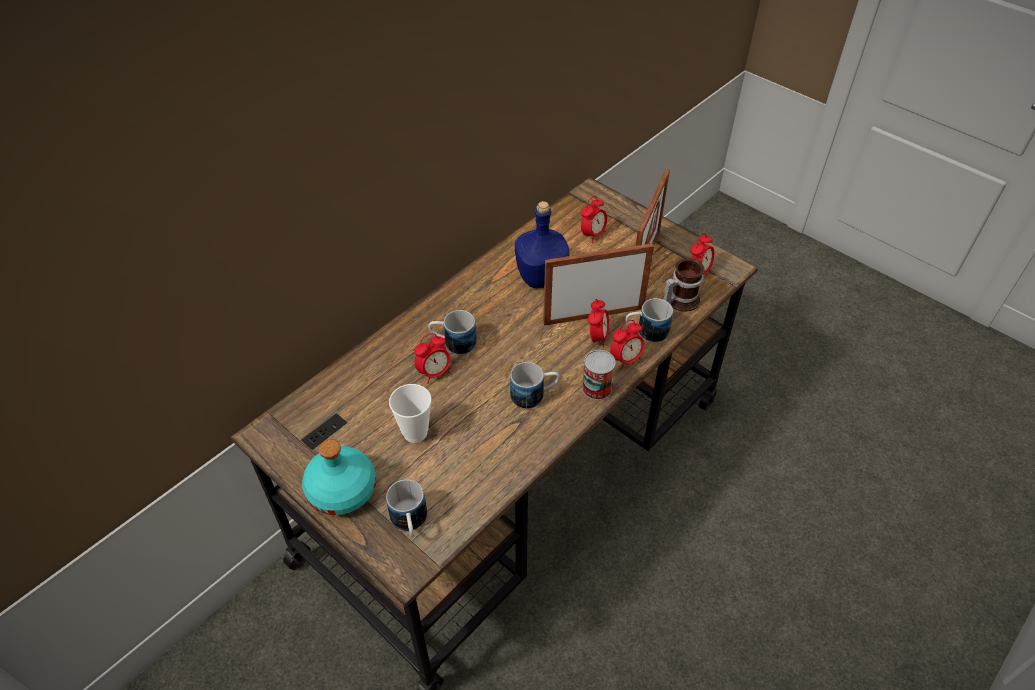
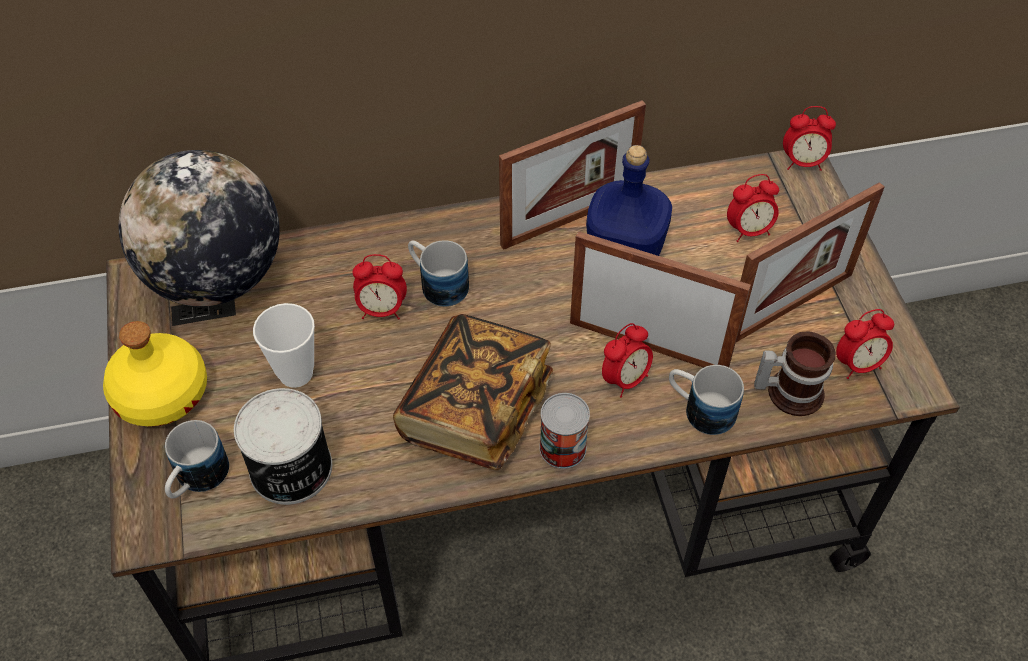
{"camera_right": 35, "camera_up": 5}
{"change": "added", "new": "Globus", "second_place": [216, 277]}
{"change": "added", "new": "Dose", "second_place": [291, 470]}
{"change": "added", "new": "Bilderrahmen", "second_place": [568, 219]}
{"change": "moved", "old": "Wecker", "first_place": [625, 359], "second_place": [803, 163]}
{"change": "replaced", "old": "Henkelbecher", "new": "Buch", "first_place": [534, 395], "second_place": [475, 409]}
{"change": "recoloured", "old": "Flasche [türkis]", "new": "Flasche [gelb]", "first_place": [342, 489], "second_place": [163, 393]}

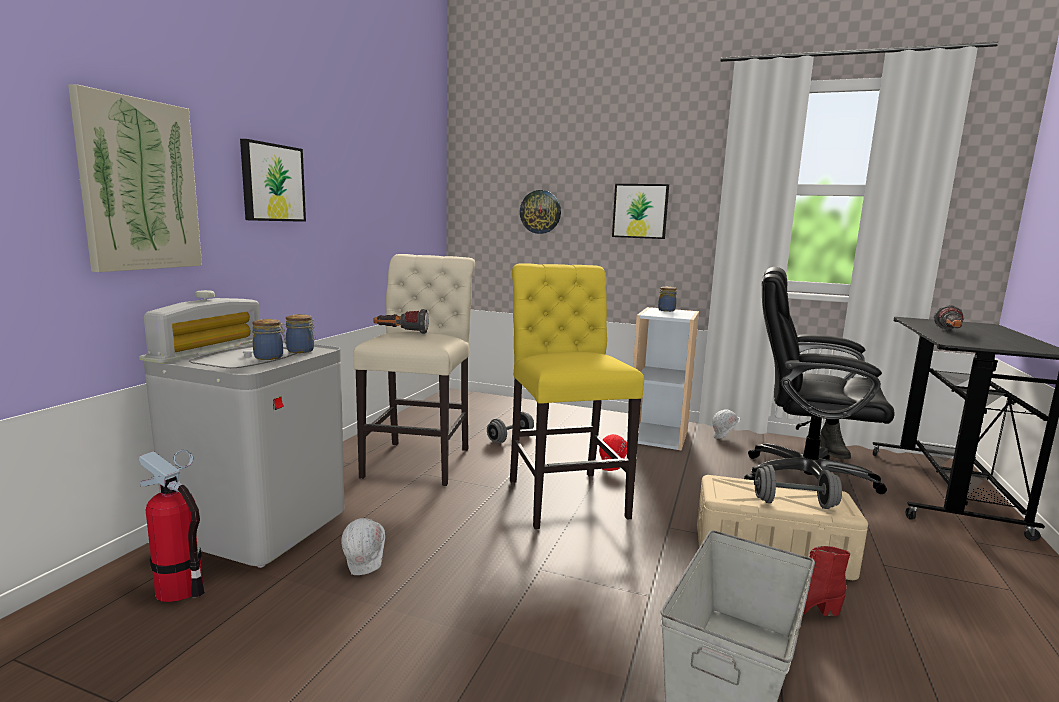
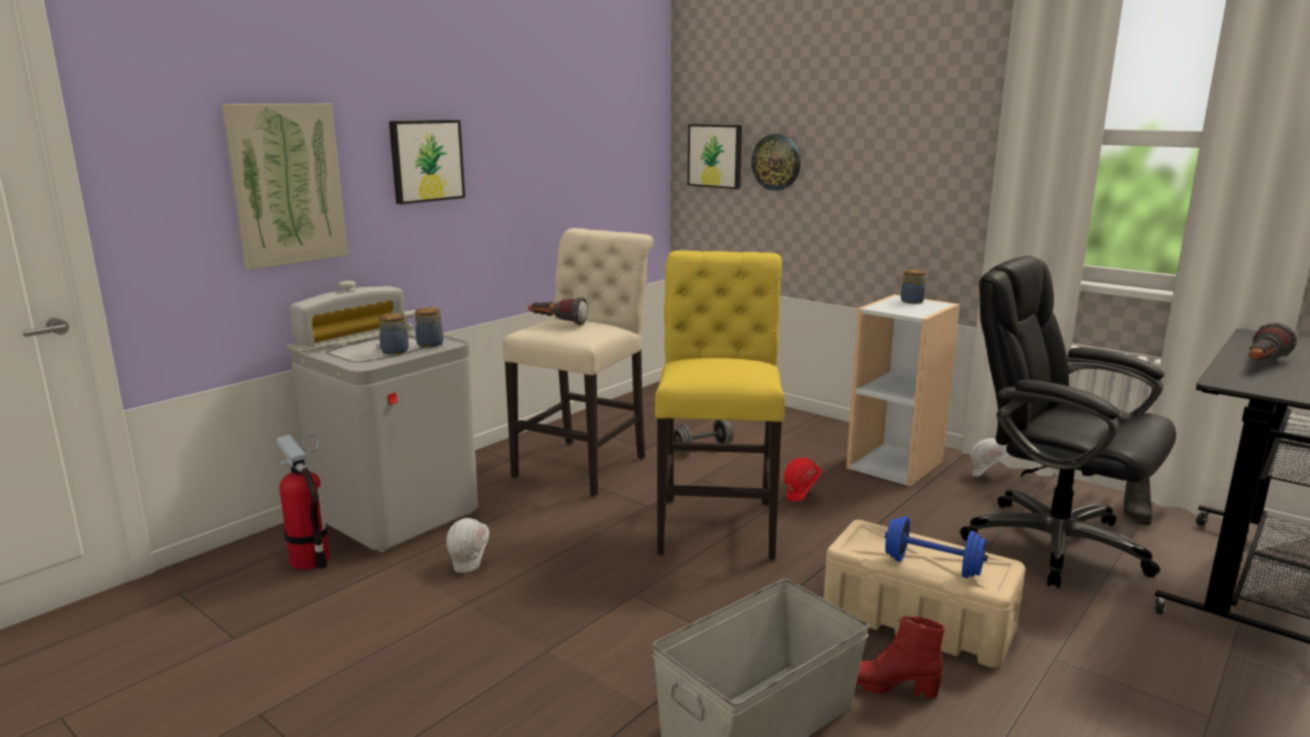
{"camera_right": 20, "camera_up": 5}
{"change": "moved", "old": "Bild", "first_place": [640, 211], "second_place": [716, 156]}
{"change": "recoloured", "old": "Hantel [grau]", "new": "Hantel [blau]", "first_place": [794, 504], "second_place": [932, 566]}

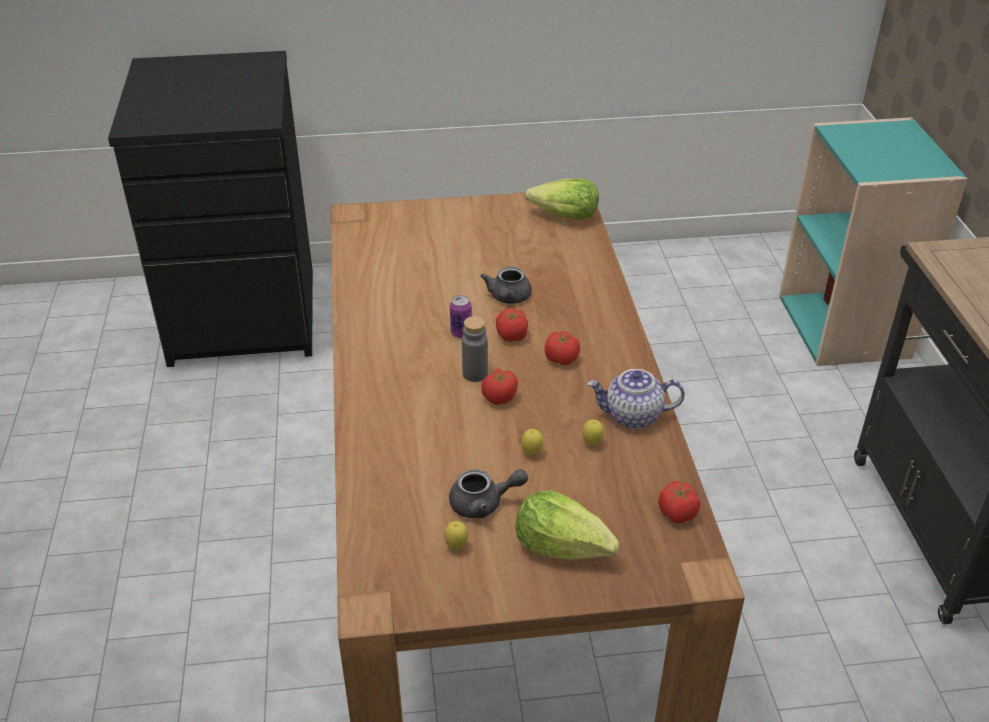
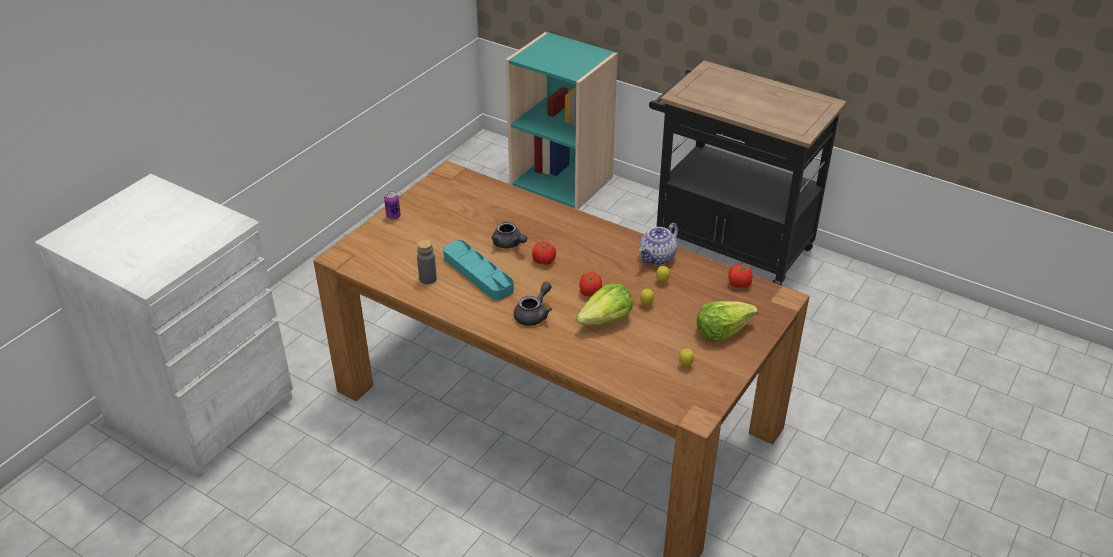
{"camera_right": -50, "camera_up": 0}
{"change": "removed", "old": "Tomate", "first_place": [561, 359]}
{"change": "added", "new": "Tablett [türkis]", "second_place": [478, 274]}
{"change": "moved", "old": "Teekanne [grau]", "first_place": [484, 504], "second_place": [534, 314]}
{"change": "moved", "old": "Dose", "first_place": [461, 333], "second_place": [393, 216]}
{"change": "moved", "old": "Flasche [grau]", "first_place": [475, 374], "second_place": [428, 279]}
{"change": "moved", "old": "Salatkopf", "first_place": [564, 216], "second_place": [606, 320]}
{"change": "recoloured", "old": "Kommode [schwarz]", "new": "Kommode [weiß]", "first_place": [245, 317], "second_place": [202, 409]}

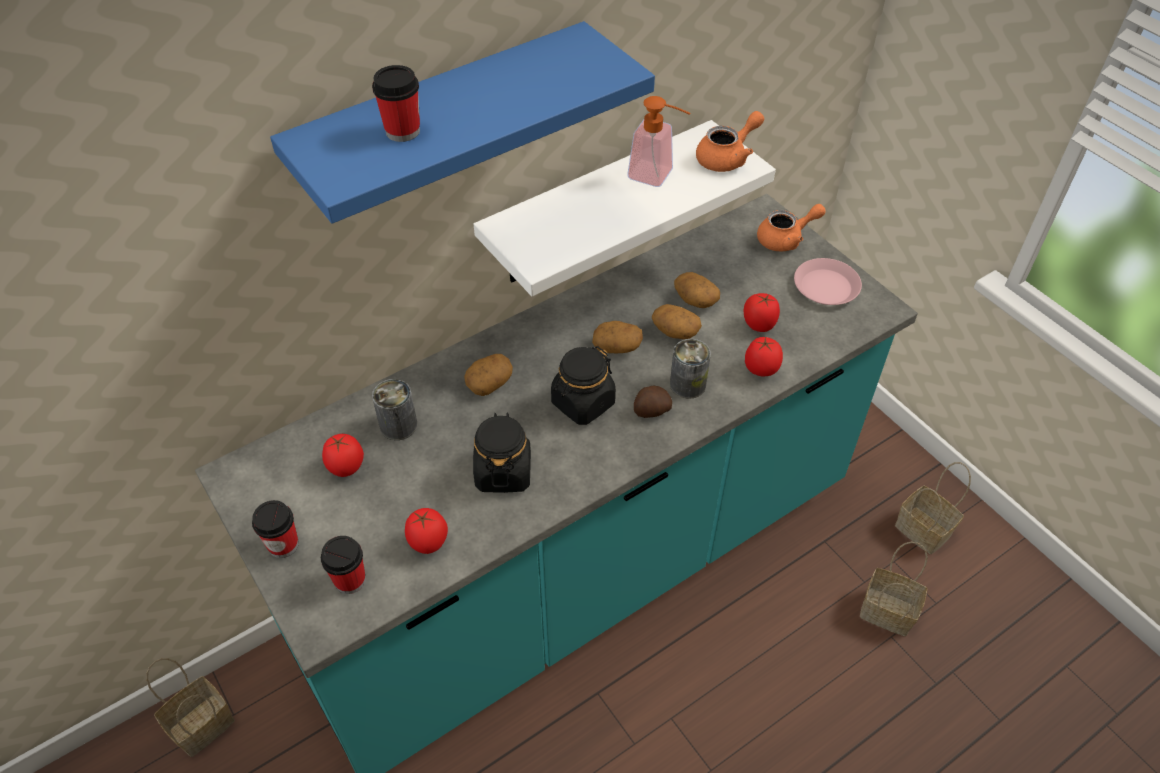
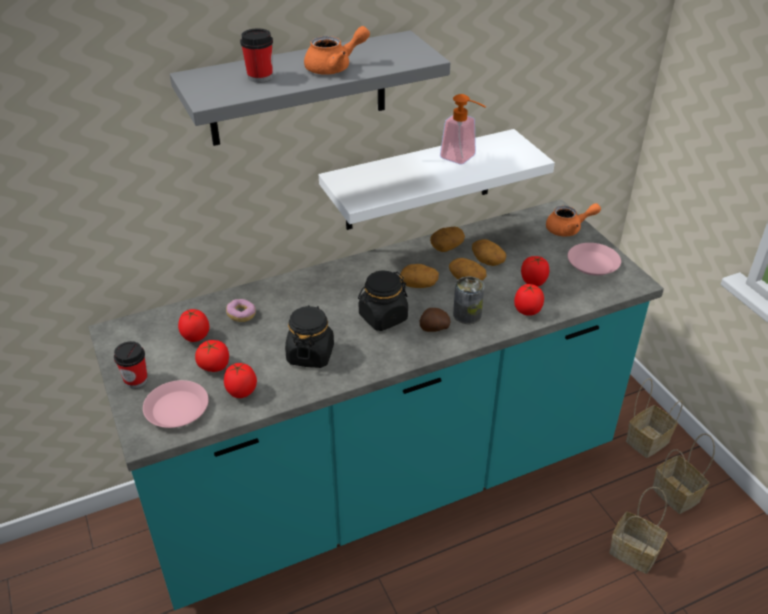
{"camera_right": 10, "camera_up": -10}
{"change": "added", "new": "Tomate", "second_place": [214, 366]}
{"change": "moved", "old": "Korb", "first_place": [203, 723], "second_place": [647, 440]}
{"change": "moved", "old": "Kartoffel", "first_place": [489, 383], "second_place": [447, 246]}
{"change": "moved", "old": "Teekanne [orange]", "first_place": [727, 158], "second_place": [335, 67]}
{"change": "replaced", "old": "Tasse", "new": "Teller [rosa]", "first_place": [350, 580], "second_place": [177, 409]}
{"change": "replaced", "old": "Dose", "new": "Donut", "first_place": [398, 425], "second_place": [241, 315]}
{"change": "recoloured", "old": "Wandregal [blau]", "new": "Wandregal [grau]", "first_place": [443, 123], "second_place": [298, 89]}

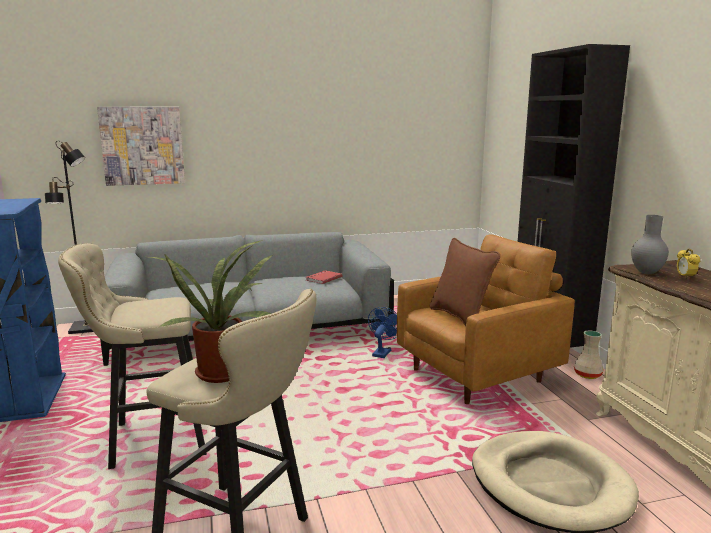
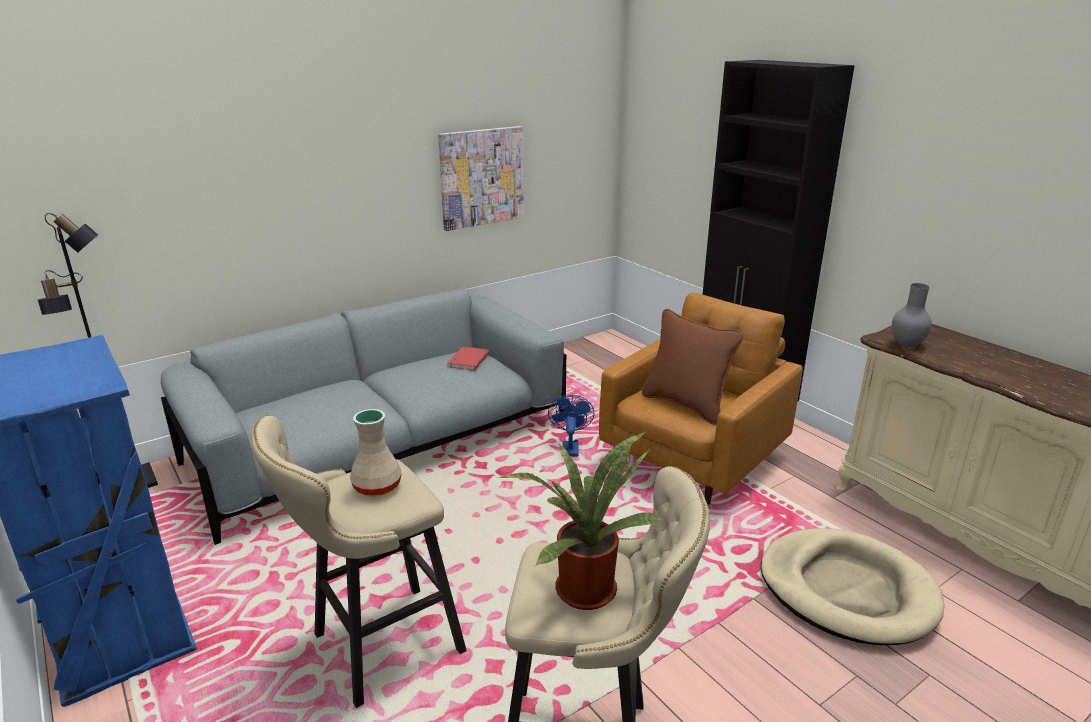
{"camera_right": -20, "camera_up": 10}
{"change": "removed", "old": "Wecker", "first_place": [685, 277]}
{"change": "moved", "old": "Bild", "first_place": [142, 146], "second_place": [481, 177]}
{"change": "moved", "old": "Vase [beige]", "first_place": [588, 375], "second_place": [378, 487]}

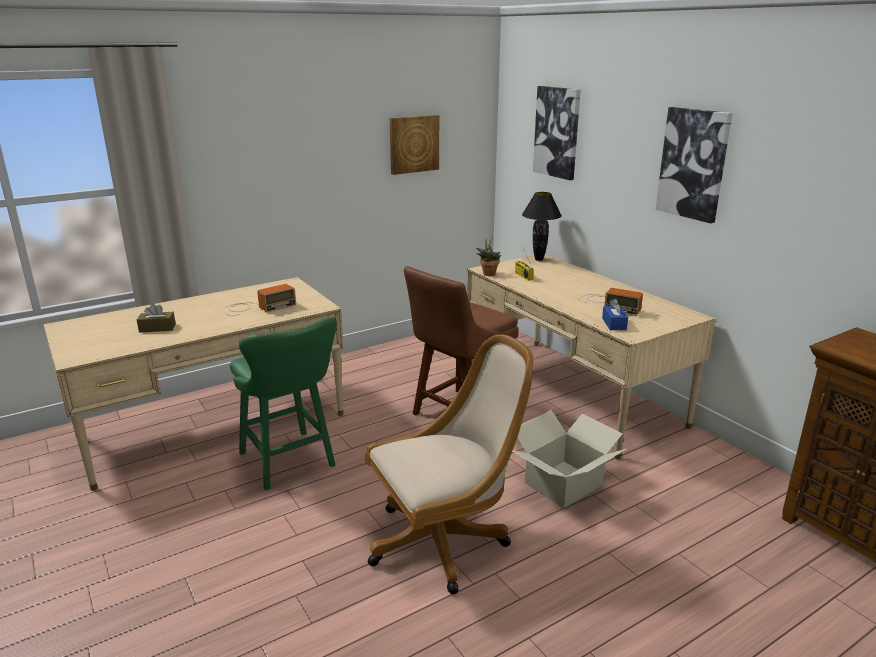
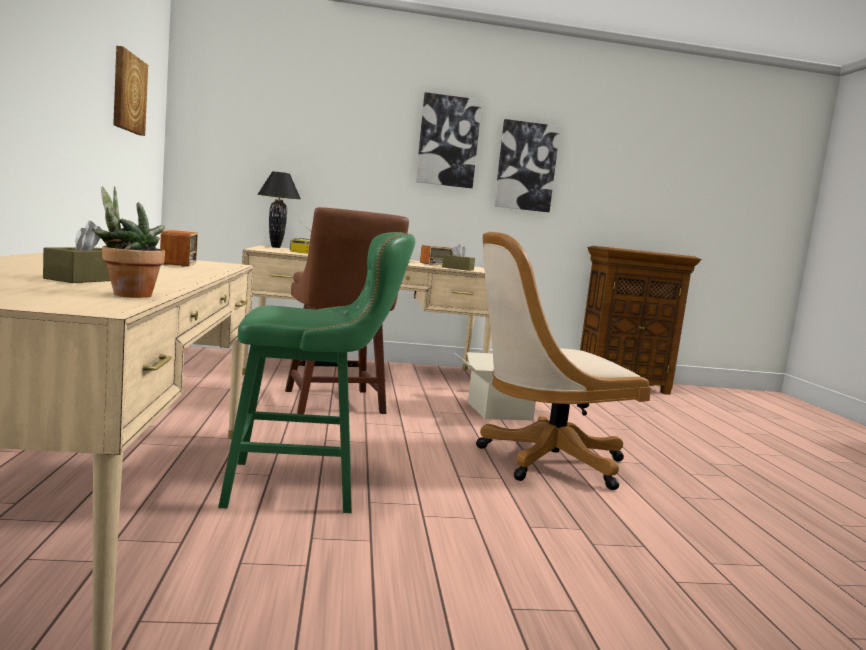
{"camera_right": -65, "camera_up": -15}
{"change": "moved", "old": "Topfpflanze", "first_place": [488, 273], "second_place": [127, 294]}
{"change": "moved", "old": "Bild", "first_place": [557, 132], "second_place": [526, 166]}
{"change": "recoloured", "old": "Taschentuchbox [blau]", "new": "Taschentuchbox [braun]", "first_place": [614, 324], "second_place": [457, 268]}
{"change": "turned", "old": "Bürostuhl", "first_place": [446, 538], "second_place": [542, 461], "degrees": -105}

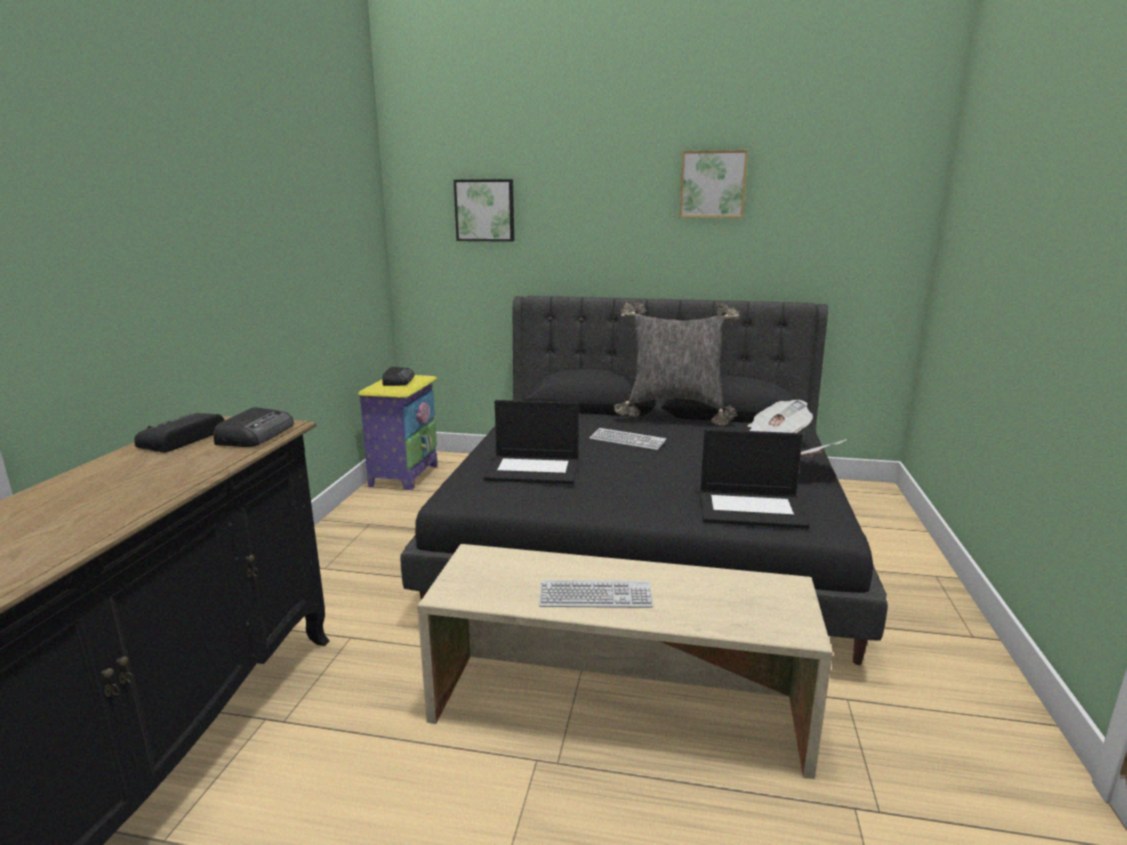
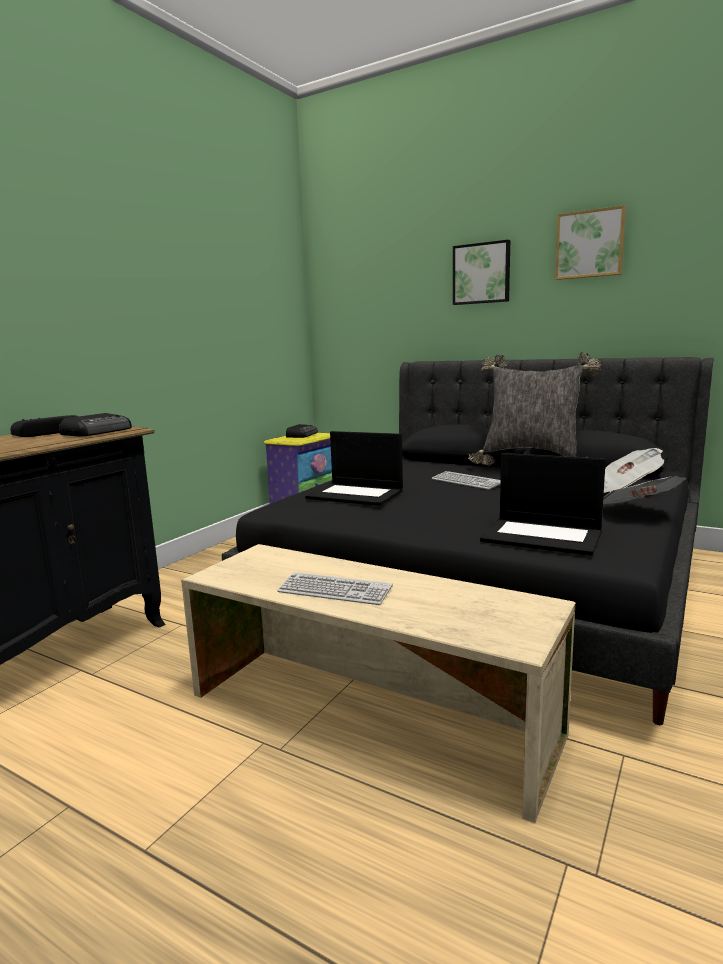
{"camera_right": 20, "camera_up": -5}
{"change": "moved", "old": "Bild", "first_place": [485, 210], "second_place": [481, 273]}

